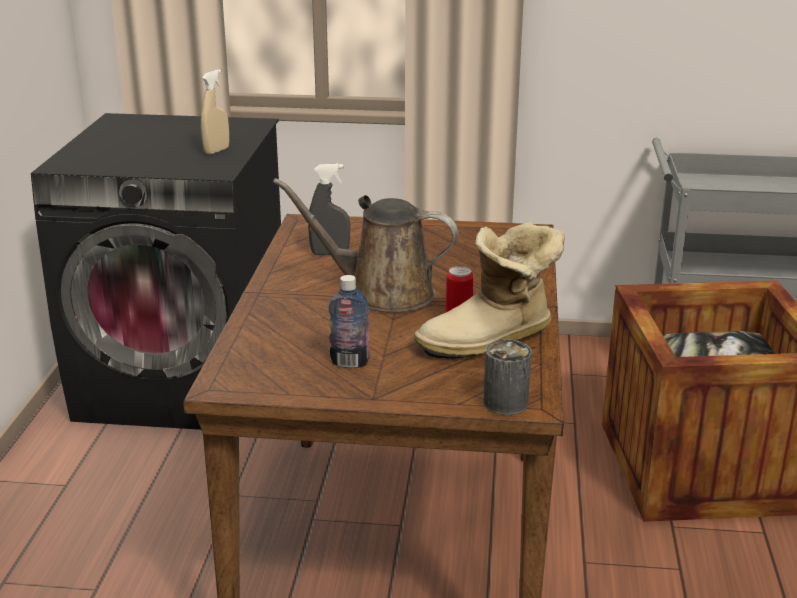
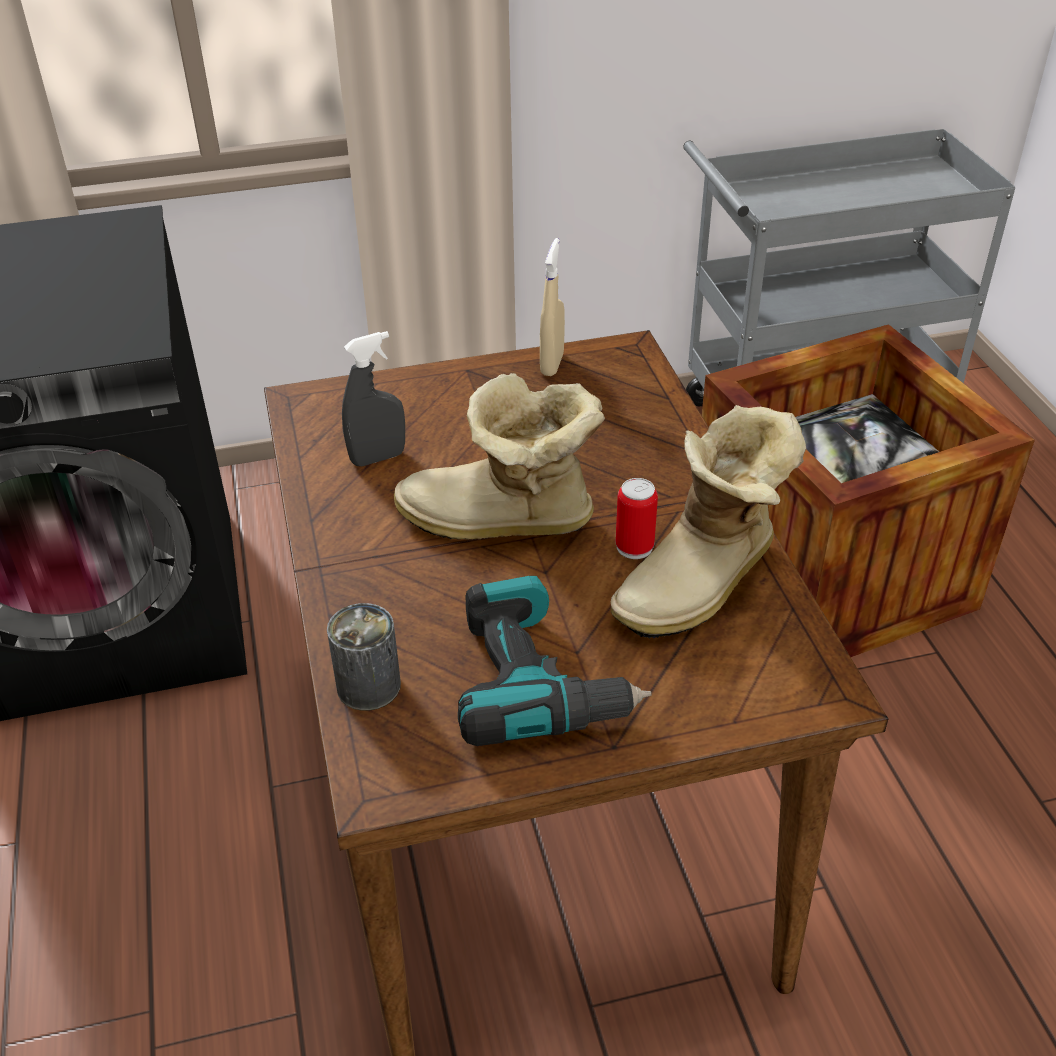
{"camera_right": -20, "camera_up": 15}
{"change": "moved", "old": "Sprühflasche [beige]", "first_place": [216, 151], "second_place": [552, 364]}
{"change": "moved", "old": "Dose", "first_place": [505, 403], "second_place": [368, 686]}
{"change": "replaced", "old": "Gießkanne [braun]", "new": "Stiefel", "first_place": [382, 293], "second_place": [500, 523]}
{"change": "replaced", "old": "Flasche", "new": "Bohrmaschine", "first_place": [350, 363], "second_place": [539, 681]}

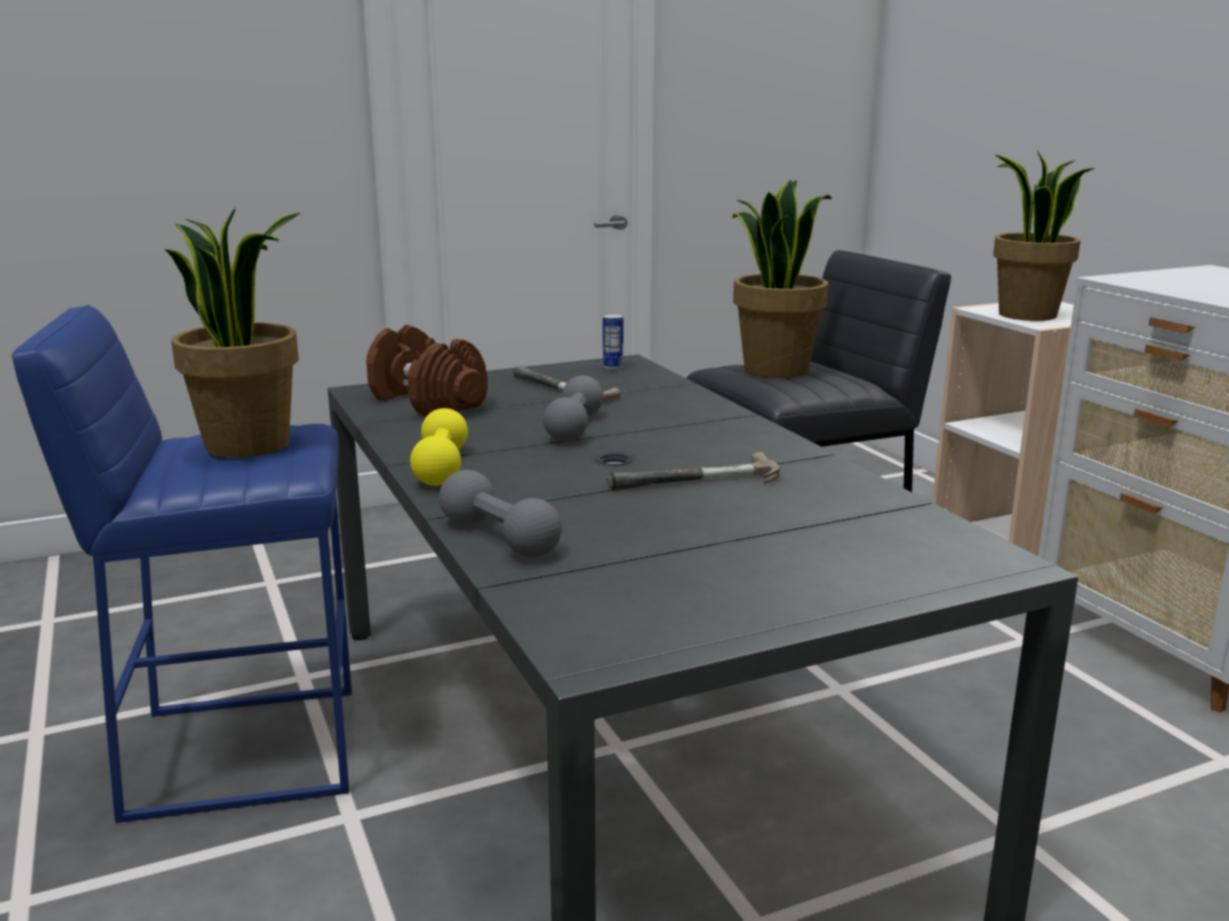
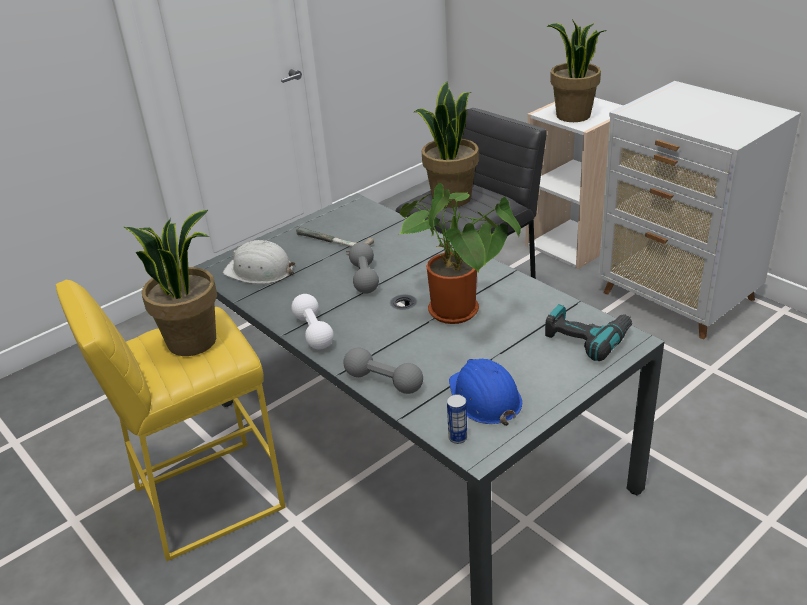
{"camera_right": -15, "camera_up": 15}
{"change": "added", "new": "Schutzhelm [blau]", "second_place": [484, 398]}
{"change": "added", "new": "Bohrmaschine", "second_place": [587, 337]}
{"change": "moved", "old": "Dose", "first_place": [613, 368], "second_place": [457, 438]}
{"change": "replaced", "old": "Hantel [braun]", "new": "Schutzhelm [weiß]", "first_place": [426, 401], "second_place": [259, 271]}
{"change": "replaced", "old": "Hammer", "new": "Topfpflanze", "first_place": [698, 483], "second_place": [459, 313]}
{"change": "recoloured", "old": "Hocker [blau]", "new": "Hocker [gelb]", "first_place": [240, 751], "second_place": [206, 499]}
{"change": "recoloured", "old": "Hantel [gelb]", "new": "Hantel [weiß]", "first_place": [441, 468], "second_place": [313, 332]}

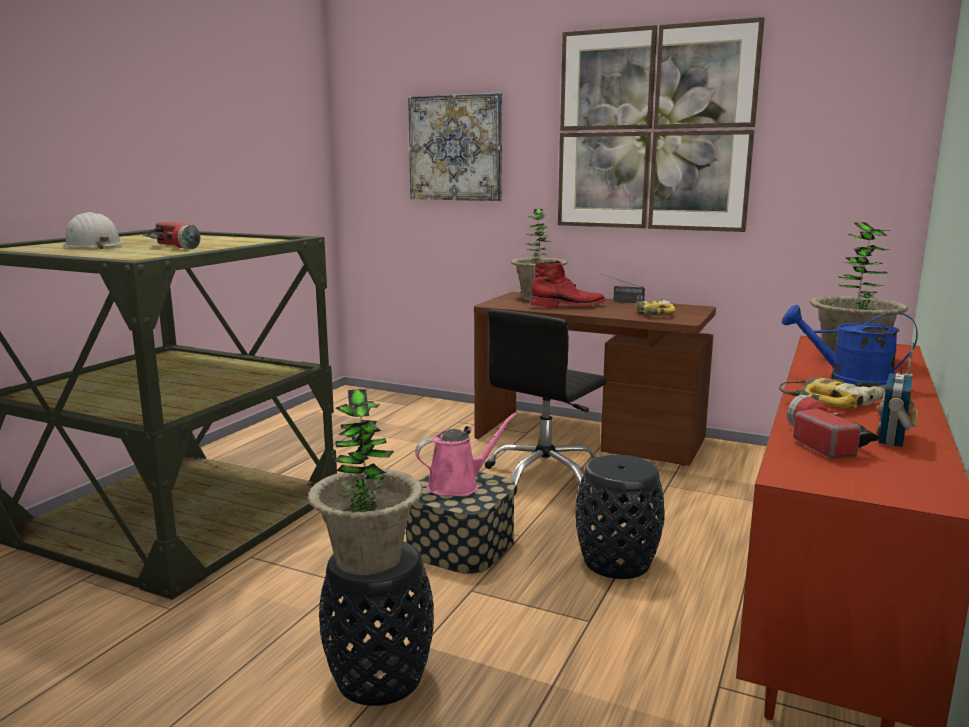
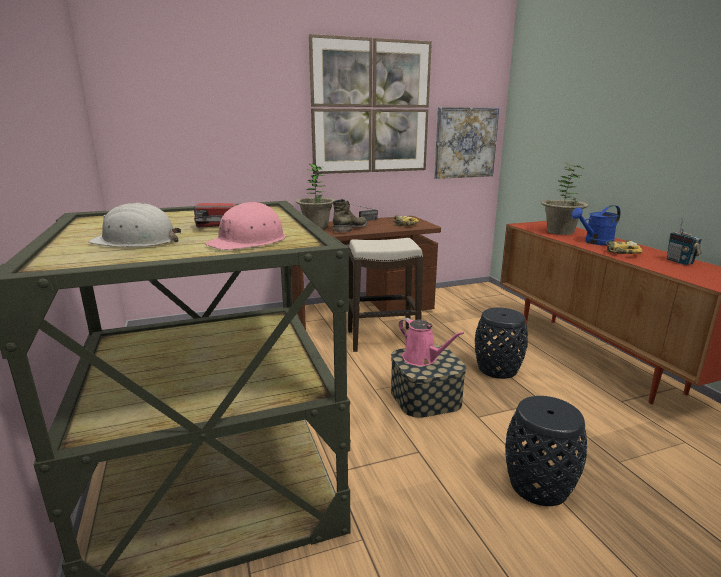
{"camera_right": -45, "camera_up": 5}
{"change": "removed", "old": "Topfpflanze", "first_place": [368, 558]}
{"change": "removed", "old": "Taschenlampe", "first_place": [821, 441]}
{"change": "added", "new": "Schutzhelm [rosa]", "second_place": [249, 241]}
{"change": "moved", "old": "Bild", "first_place": [455, 148], "second_place": [465, 143]}
{"change": "replaced", "old": "Bürostuhl [schwarz]", "new": "Hocker", "first_place": [545, 475], "second_place": [382, 339]}
{"change": "recoloured", "old": "Stiefel [rot]", "new": "Stiefel [grün]", "first_place": [568, 306], "second_place": [351, 228]}
{"change": "turned", "old": "Gießkanne [rosa]", "first_place": [458, 485], "second_place": [422, 359], "degrees": 120}

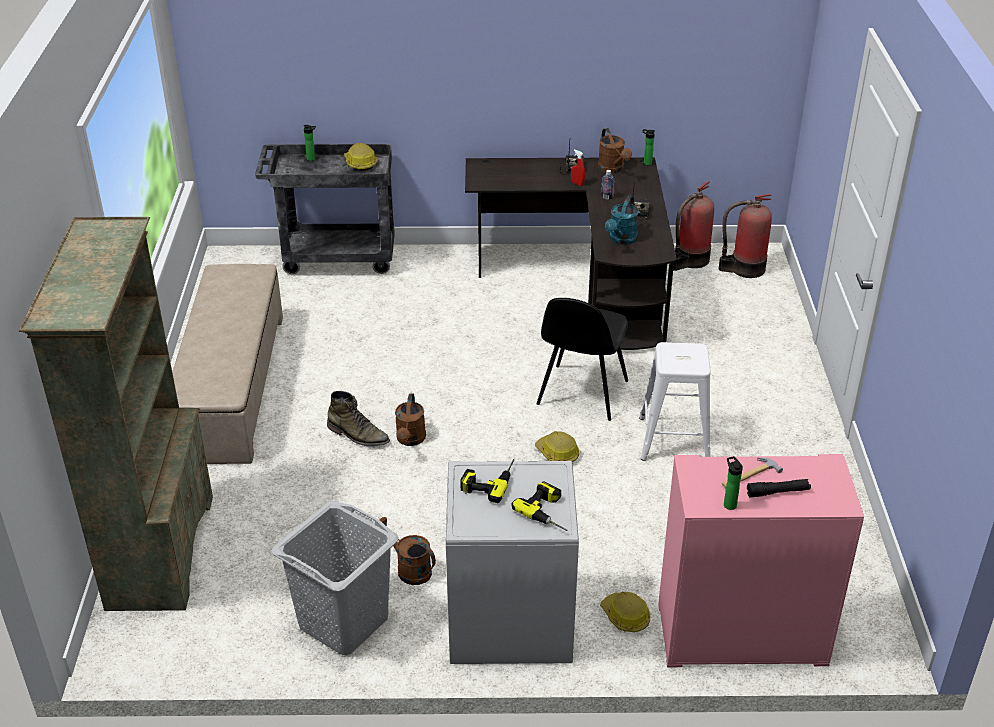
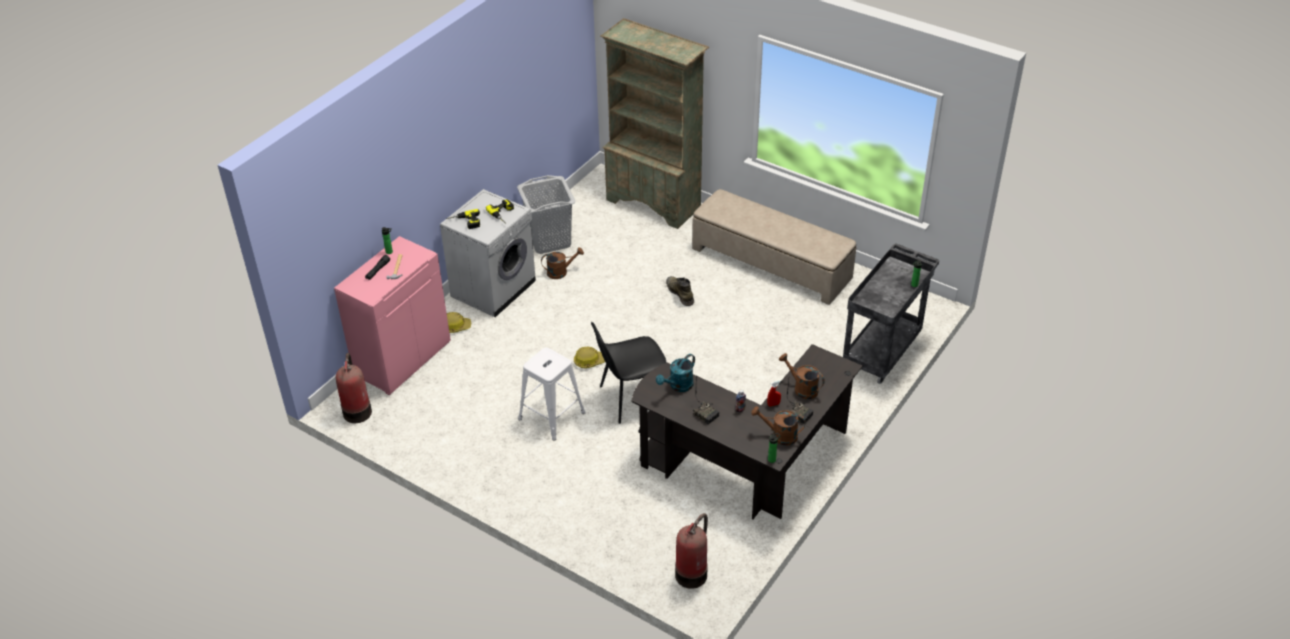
{"camera_right": 125, "camera_up": 5}
{"change": "removed", "old": "Schutzhelm", "first_place": [360, 163]}
{"change": "moved", "old": "Gießkanne [braun]", "first_place": [410, 440], "second_place": [802, 388]}
{"change": "moved", "old": "Feuerlöscher", "first_place": [690, 260], "second_place": [357, 411]}
{"change": "turned", "old": "Stiefel [grün]", "first_place": [358, 435], "second_place": [680, 293], "degrees": 90}
{"change": "turned", "old": "Stuhl [schwarz]", "first_place": [581, 394], "second_place": [630, 398], "degrees": -75}
{"change": "turned", "old": "Gießkanne [türkis]", "first_place": [621, 240], "second_place": [678, 386], "degrees": -105}

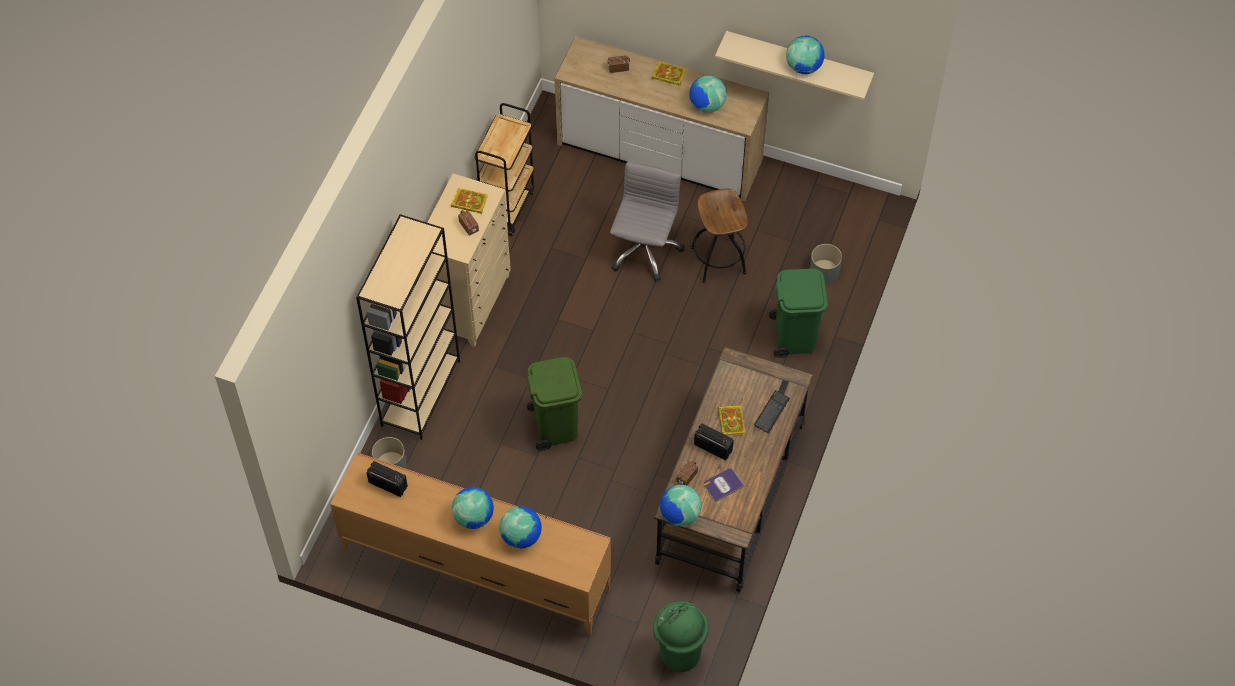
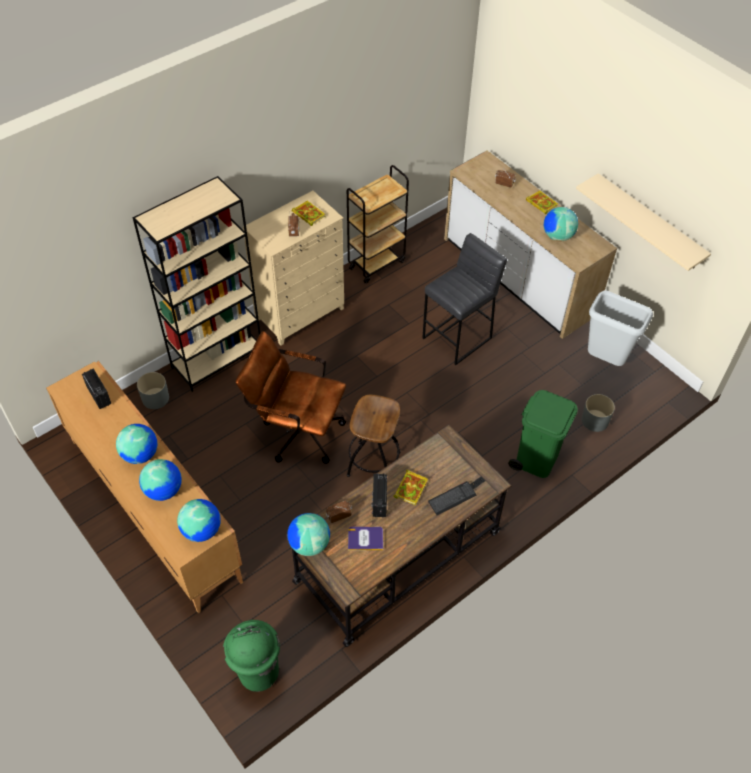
{"camera_right": 30, "camera_up": -5}
{"change": "added", "new": "Mülleimer [grau]", "second_place": [606, 360]}
{"change": "moved", "old": "Hocker [braun]", "first_place": [718, 259], "second_place": [373, 463]}
{"change": "moved", "old": "Globus", "first_place": [804, 67], "second_place": [202, 530]}
{"change": "replaced", "old": "Mülleimer [grün]", "new": "Bürostuhl [braun]", "first_place": [555, 425], "second_place": [296, 431]}
{"change": "replaced", "old": "Bürostuhl [grau]", "new": "Hocker [grau]", "first_place": [644, 250], "second_place": [458, 337]}
{"change": "turned", "old": "Radio", "first_place": [712, 447], "second_place": [379, 501], "degrees": -150}

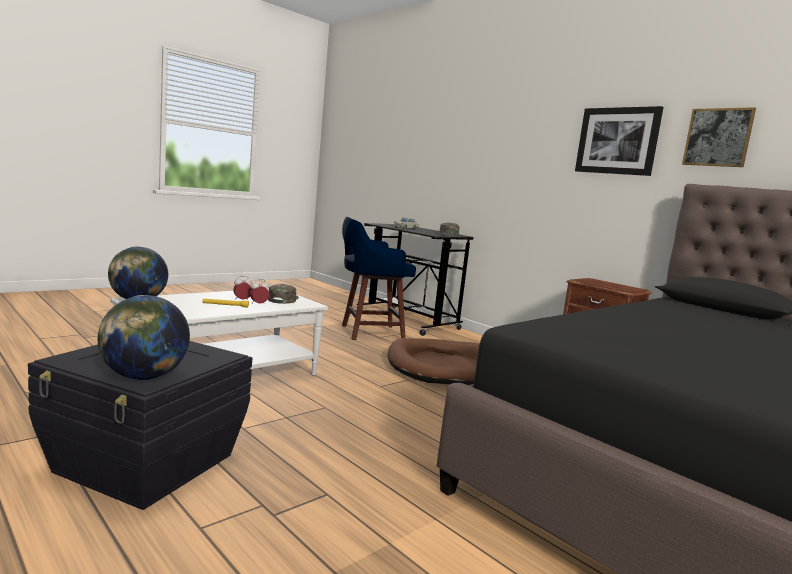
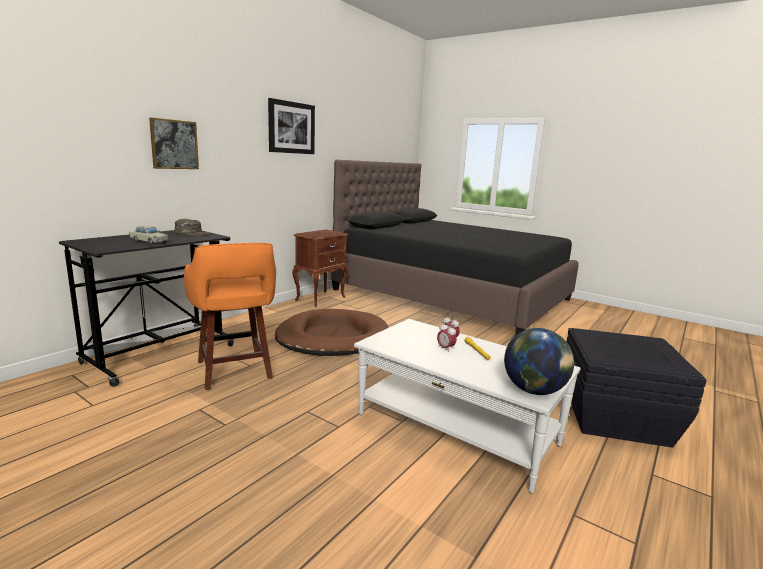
{"camera_right": -100, "camera_up": 5}
{"change": "removed", "old": "Globus", "first_place": [144, 377]}
{"change": "removed", "old": "Kappe [grün]", "first_place": [283, 299]}
{"change": "moved", "old": "Bild", "first_place": [718, 137], "second_place": [174, 144]}
{"change": "recoloured", "old": "Hocker [blau]", "new": "Hocker [orange]", "first_place": [369, 333], "second_place": [234, 372]}

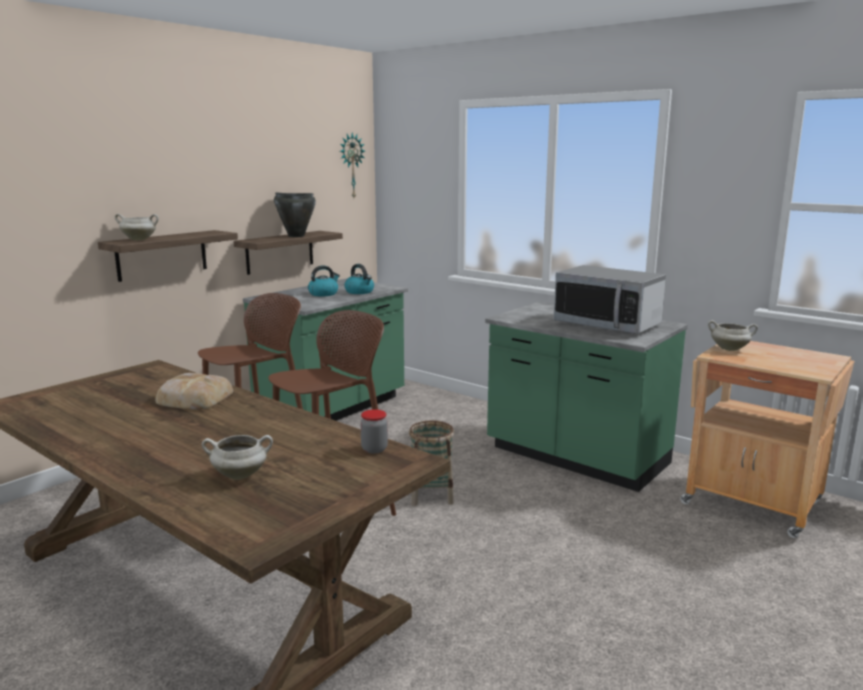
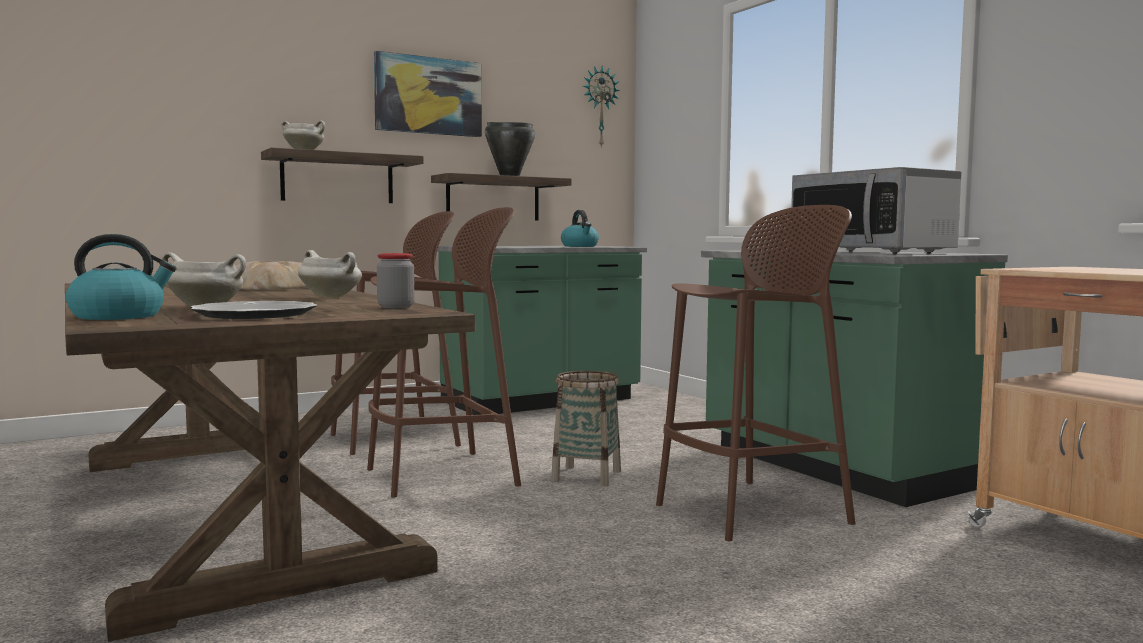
{"camera_right": 20, "camera_up": -10}
{"change": "added", "new": "Teller", "second_place": [255, 314]}
{"change": "added", "new": "Bild", "second_place": [428, 96]}
{"change": "added", "new": "Hocker [braun]", "second_place": [751, 511]}
{"change": "moved", "old": "Wasserkessel", "first_place": [323, 294], "second_place": [119, 316]}
{"change": "moved", "old": "Kochtopf [weiß]", "first_place": [730, 349], "second_place": [332, 297]}

